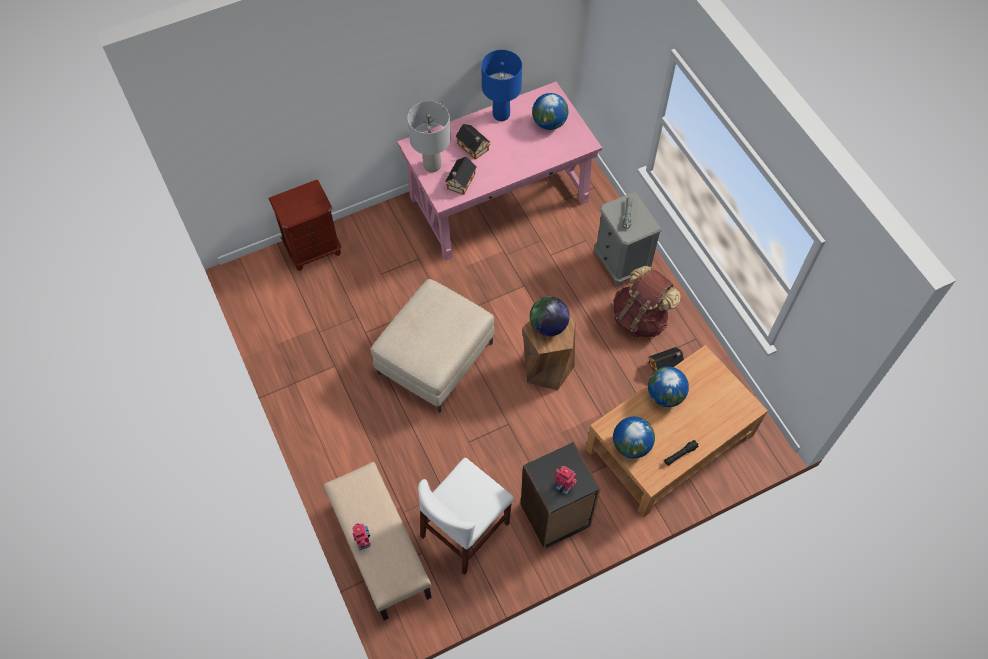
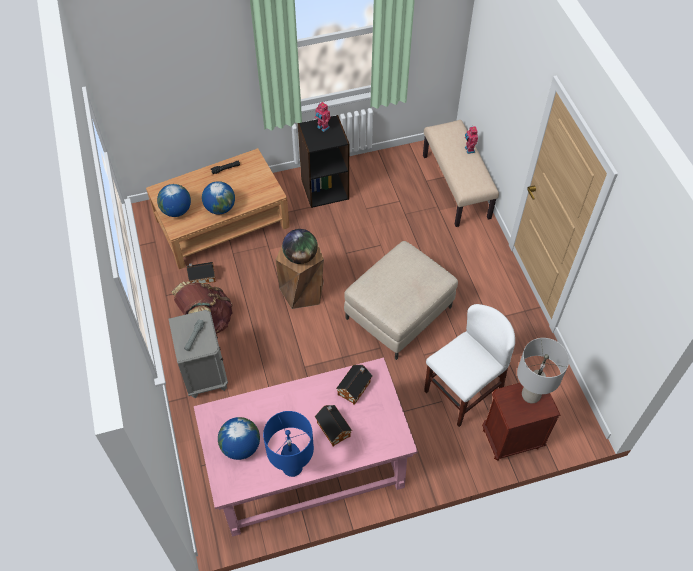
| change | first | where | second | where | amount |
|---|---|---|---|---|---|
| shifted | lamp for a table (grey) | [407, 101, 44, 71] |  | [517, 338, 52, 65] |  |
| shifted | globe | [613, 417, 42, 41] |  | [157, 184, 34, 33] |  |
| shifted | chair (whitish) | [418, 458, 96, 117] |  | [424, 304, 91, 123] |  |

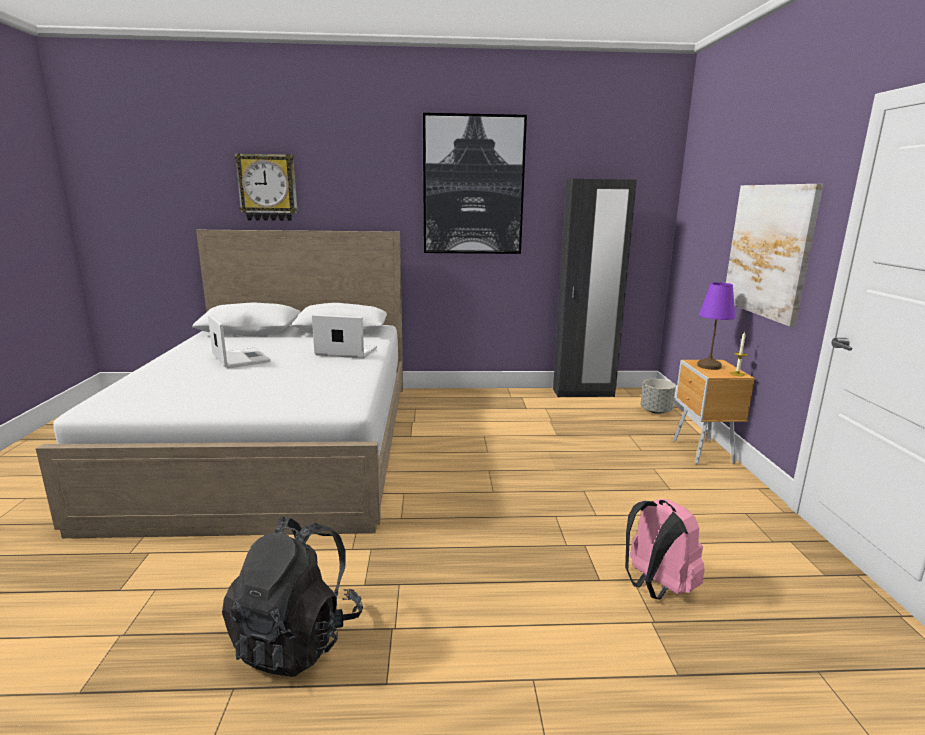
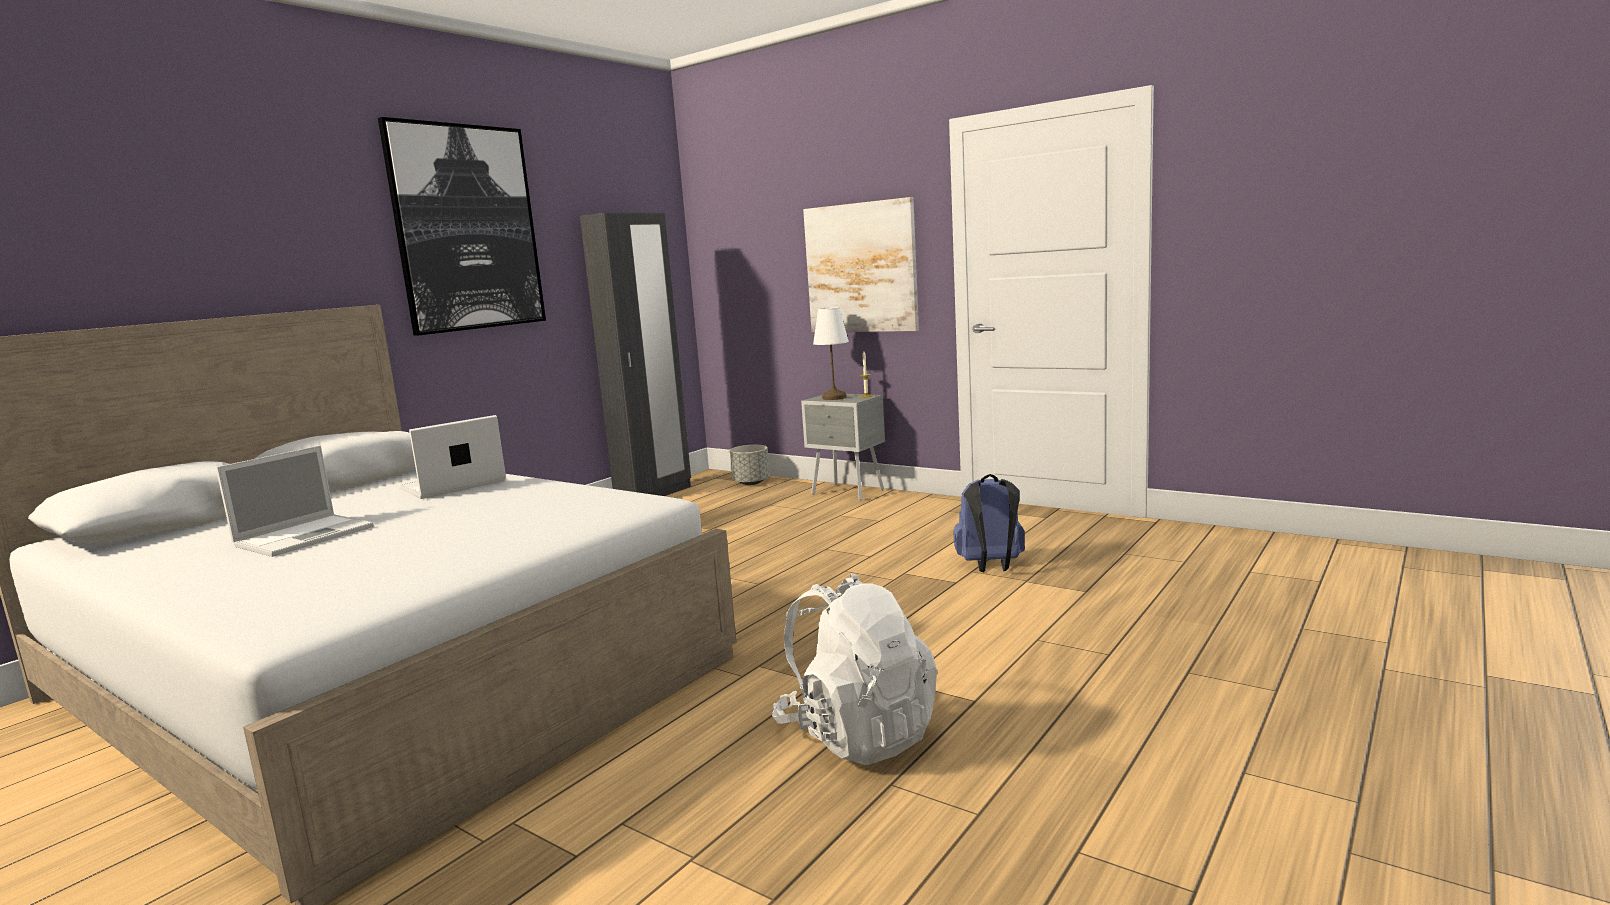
| change | first | where | second | where | amount |
|---|---|---|---|---|---|
| gone | hanging clock | [234, 153, 64, 68] |  |  |  |
| repainted | lamp for a table (purple) | [697, 282, 38, 88] | lamp for a table (whitish) | [813, 307, 36, 93] |  |
| rotated | notebook computer | [208, 314, 63, 54] |  | [216, 445, 158, 112] | 120 degrees clockwise |
| repainted | bedside table (brown) | [673, 360, 82, 104] | bedside table (grey) | [801, 394, 84, 107] |  |
| repainted | rucksack (pink-coloured) | [625, 499, 79, 100] | rucksack (blue-coloured) | [954, 474, 71, 98] |  |
| repainted | rucksack (blackish) | [222, 516, 141, 161] | rucksack (whitish) | [772, 573, 165, 192] |  |

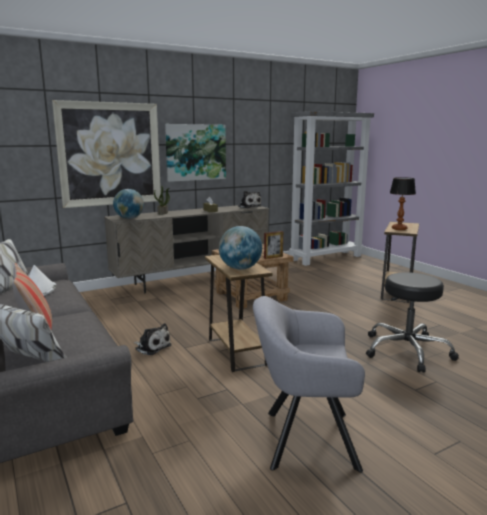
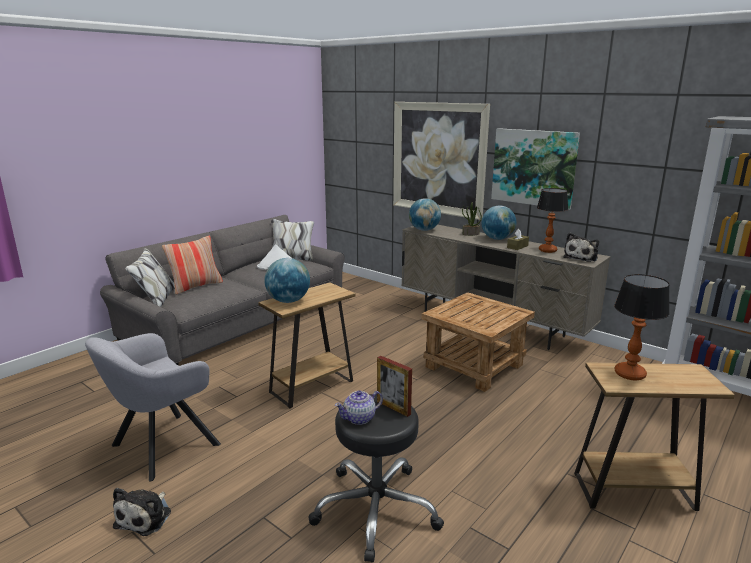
| change | first | where | second | where | amount |
|---|---|---|---|---|---|
| shifted | standing frame | [264, 231, 19, 28] |  | [377, 356, 35, 61] |  |
| rotated | easy chair (grey) | [253, 296, 112, 176] |  | [85, 333, 136, 149] | 120 degrees counterclockwise |
| shifted | soft toy | [134, 323, 38, 32] |  | [113, 487, 58, 49] |  |
| new |  |  | lamp for a table | [537, 188, 31, 65] |  |
| new |  |  | globe | [482, 205, 35, 35] |  |
| new |  |  | tea pot | [335, 390, 48, 35] |  |

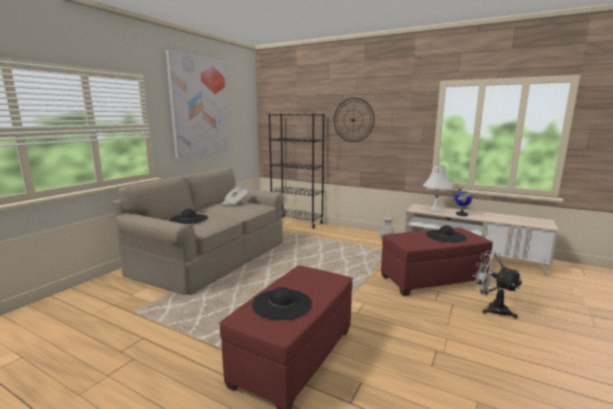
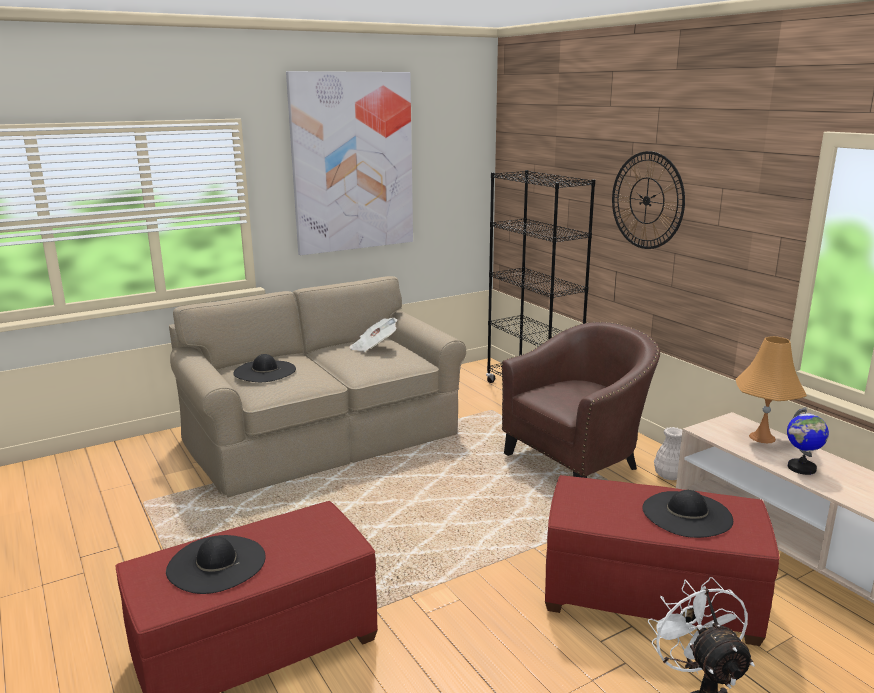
| change | first | where | second | where | amount |
|---|---|---|---|---|---|
| repainted | lamp for a table (whitish) | [423, 165, 30, 45] | lamp for a table (orange) | [736, 336, 71, 107] |  |
| new |  |  | easy chair (brown) | [502, 322, 158, 156] |  |

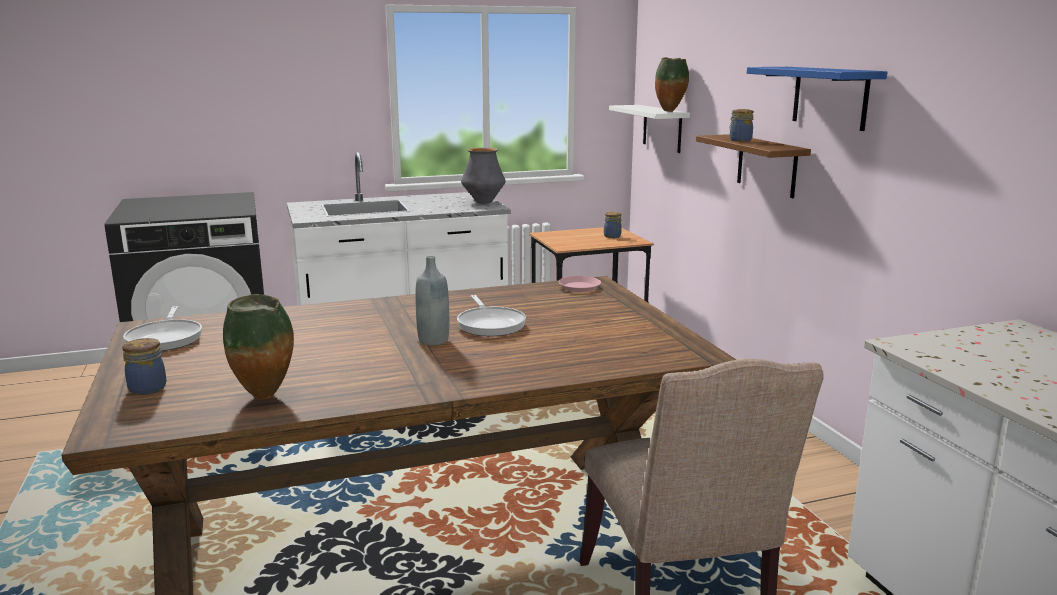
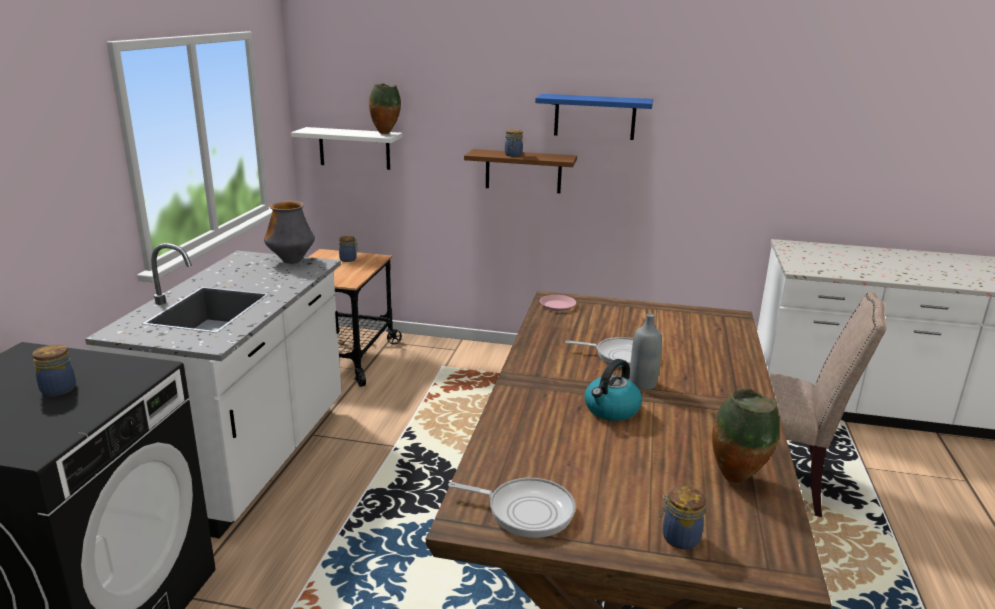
| change | first | where | second | where | amount |
|---|---|---|---|---|---|
| new |  |  | jar | [32, 344, 44, 52] |  |
| new |  |  | kettle | [585, 359, 57, 62] |  |

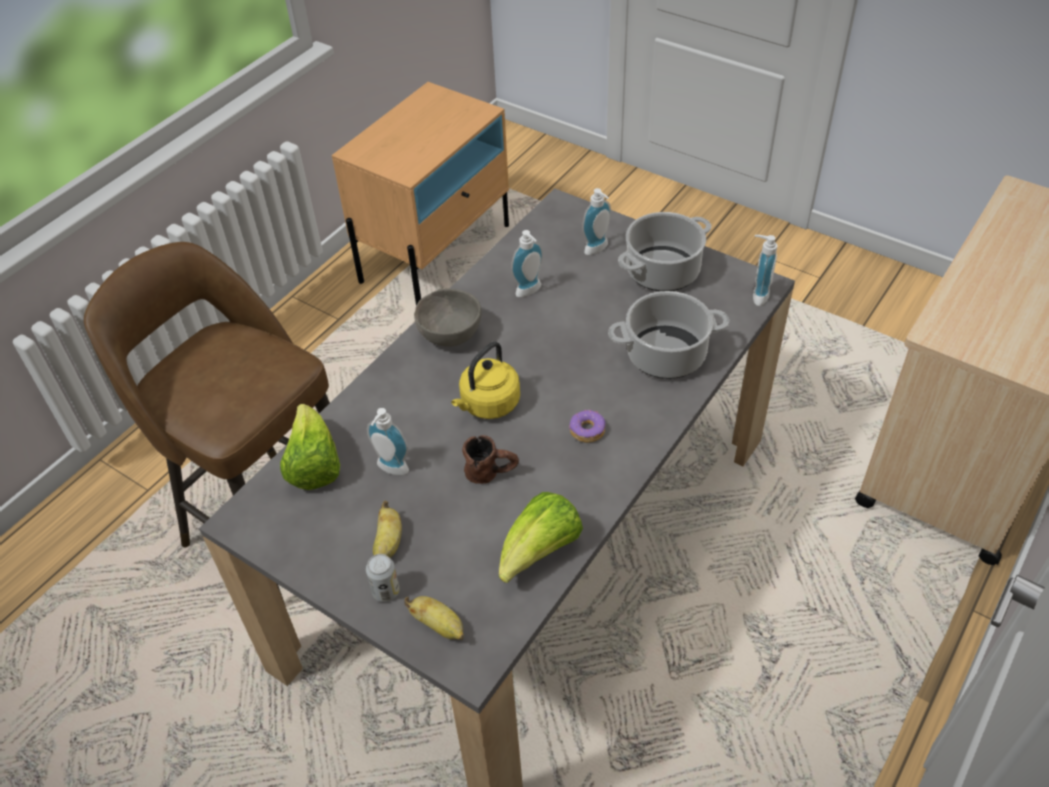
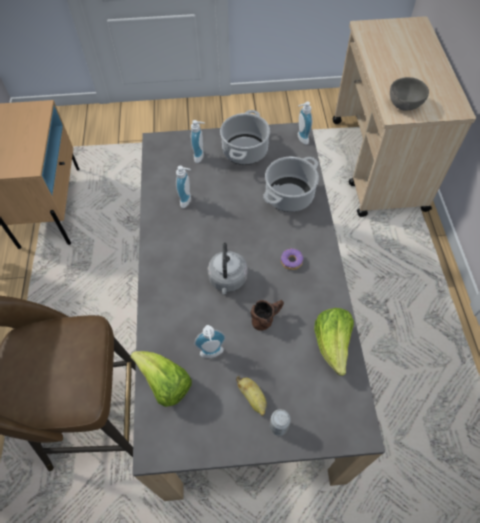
| change | first | where | second | where | amount |
|---|---|---|---|---|---|
| shifted | serving bowl (grey) | [414, 289, 68, 58] |  | [390, 77, 39, 34] |  |
| repainted | kettle (yellow) | [451, 342, 69, 77] | kettle (grey) | [207, 243, 41, 51] |  |
| gone | banana | [404, 596, 60, 44] |  |  |  |

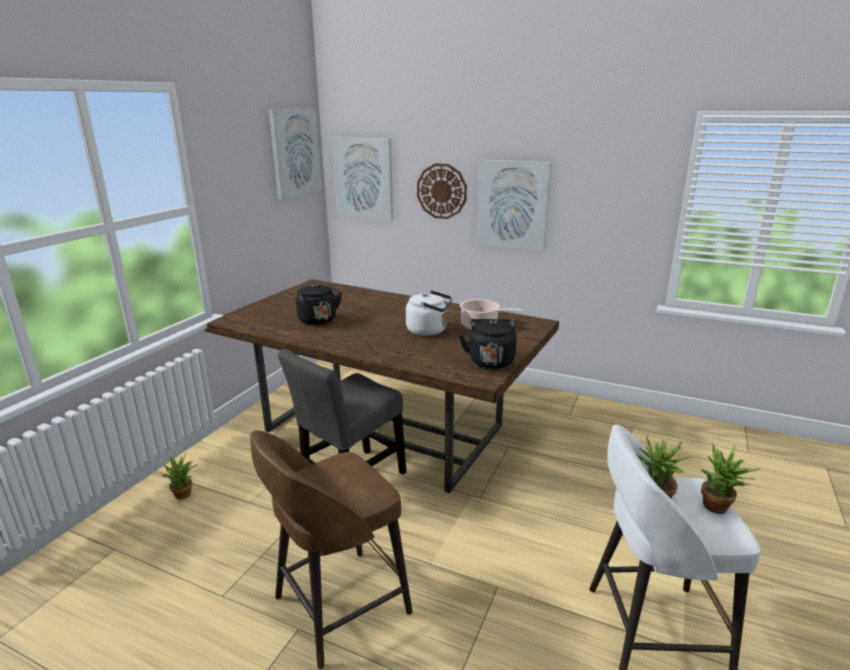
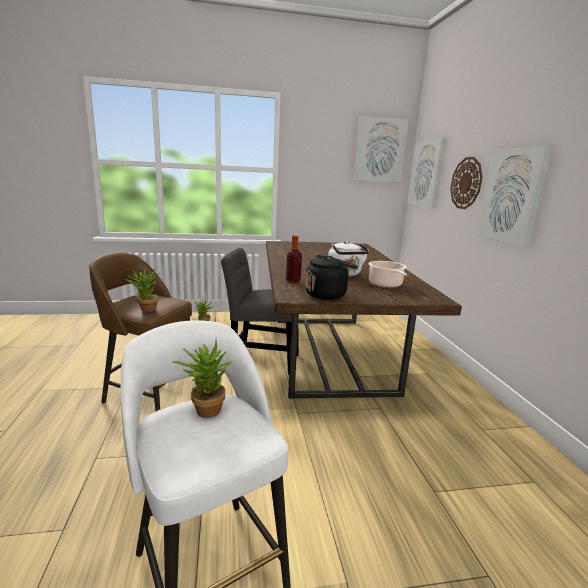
| change | first | where | second | where | amount |
|---|---|---|---|---|---|
| gone | kettle (blackish) | [296, 284, 46, 41] |  |  |  |
| shifted | potted plant | [701, 443, 60, 71] |  | [125, 268, 35, 44] |  |
| new |  |  | beverage bottle | [286, 236, 16, 47] |  |

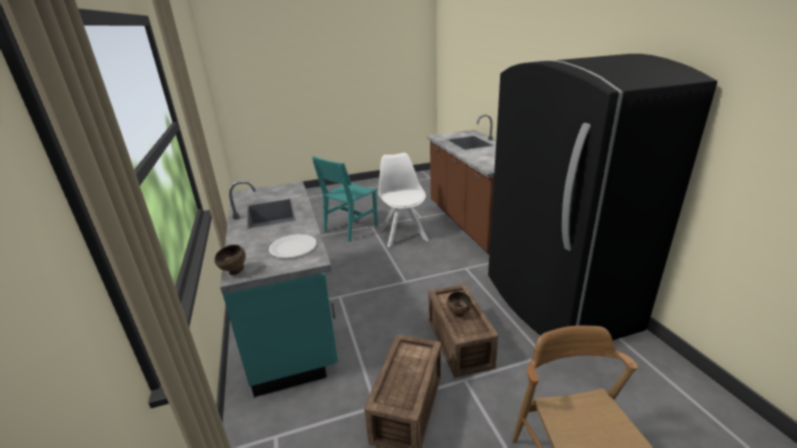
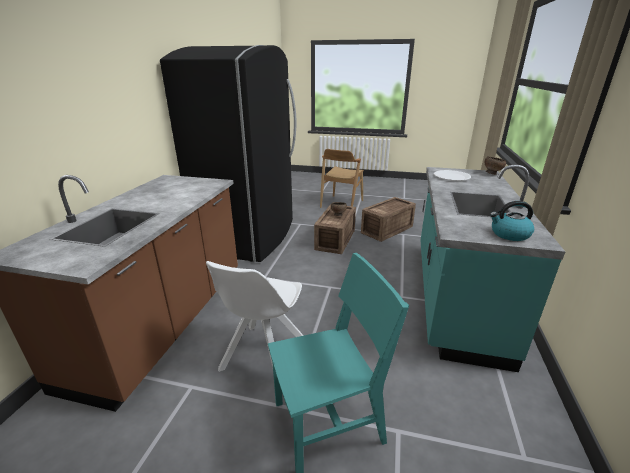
| change | first | where | second | where | amount |
|---|---|---|---|---|---|
| new |  |  | kettle | [490, 201, 44, 40] |  |

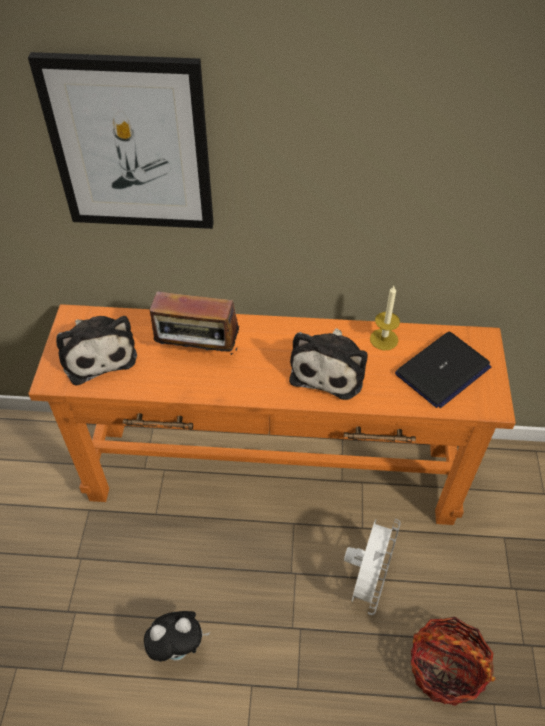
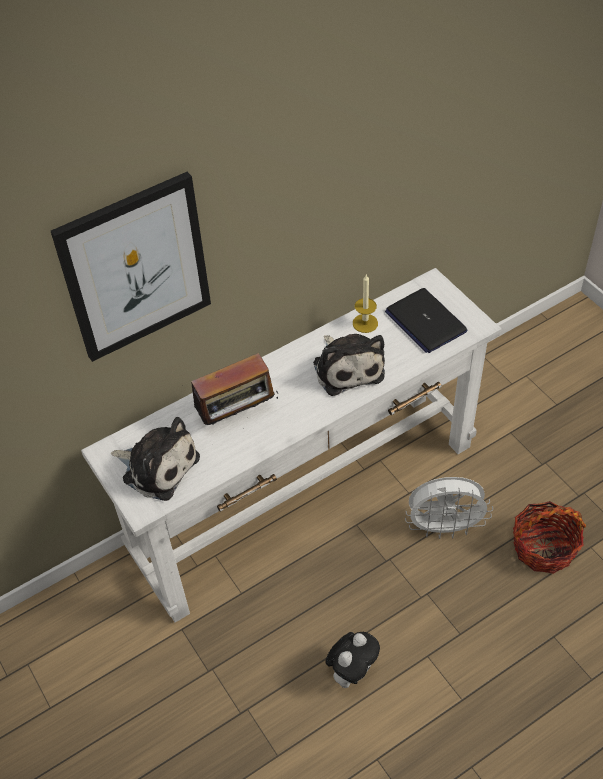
| change | first | where | second | where | amount |
|---|---|---|---|---|---|
| repainted | hall table (orange) | [28, 304, 488, 221] | hall table (whitish) | [81, 268, 420, 354] |  |
| rotated | notebook computer | [395, 332, 96, 76] |  | [385, 288, 83, 65] | 135 degrees clockwise |
| rotated | cooling fan (whitish) | [344, 519, 57, 96] |  | [405, 477, 88, 62] | 105 degrees clockwise |

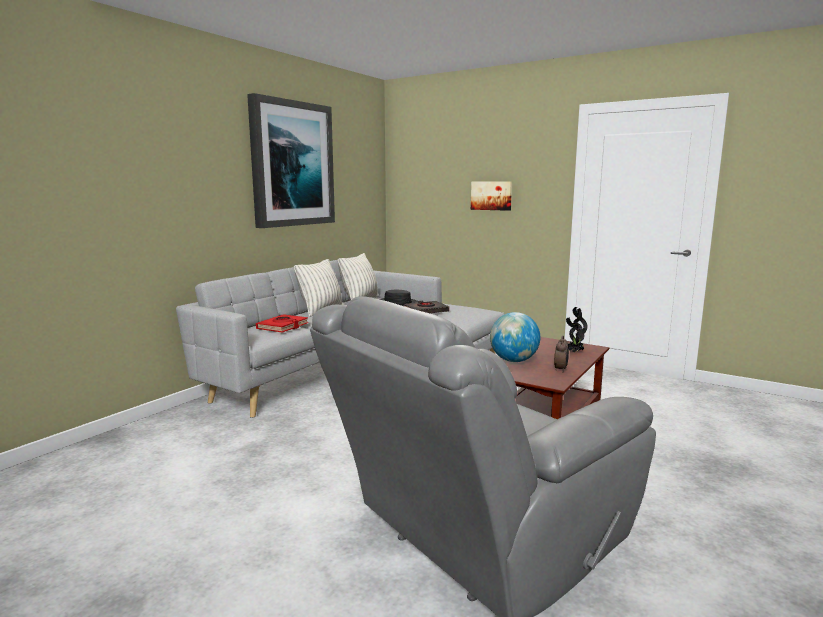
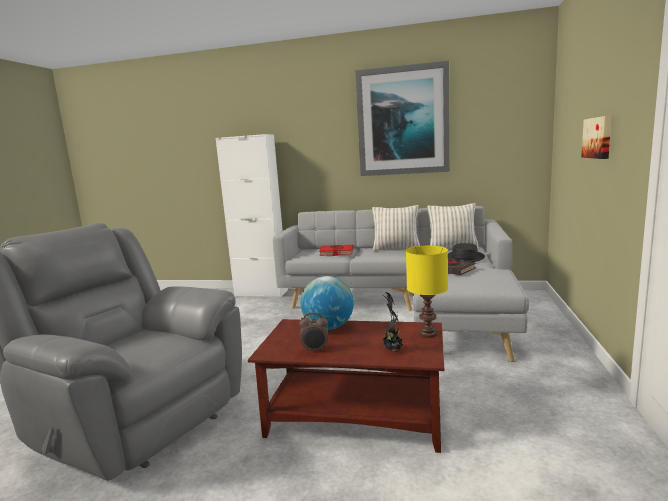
| change | first | where | second | where | amount |
|---|---|---|---|---|---|
| new |  |  | cupboard (whitish) | [216, 134, 72, 163] |  |
| new |  |  | lamp for a table (yellow) | [406, 246, 42, 92] |  |

